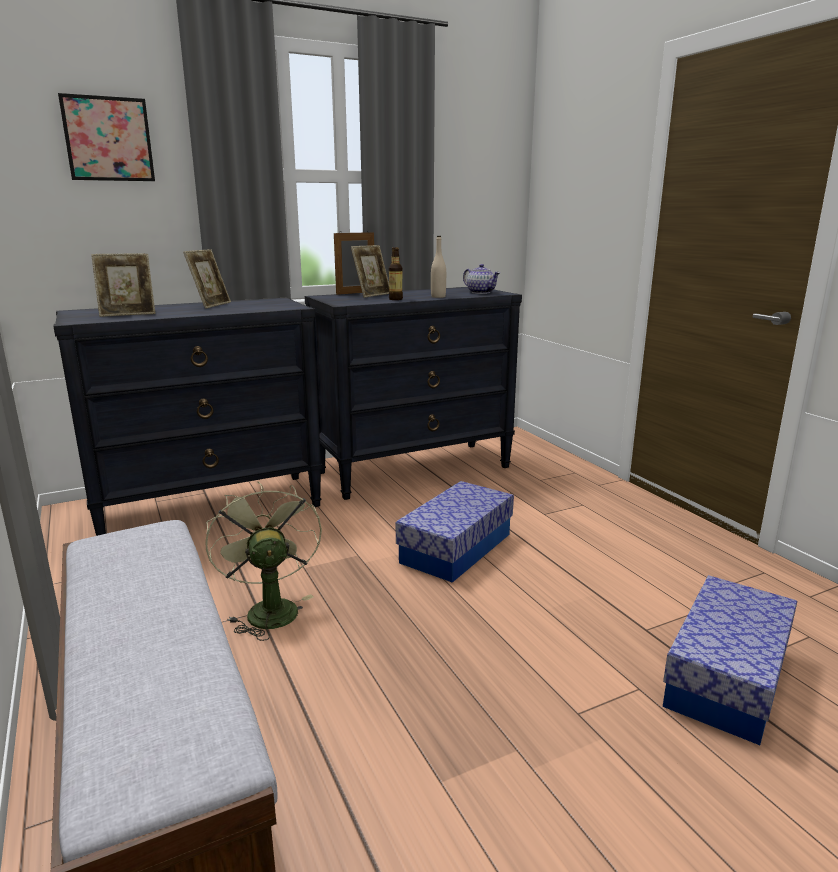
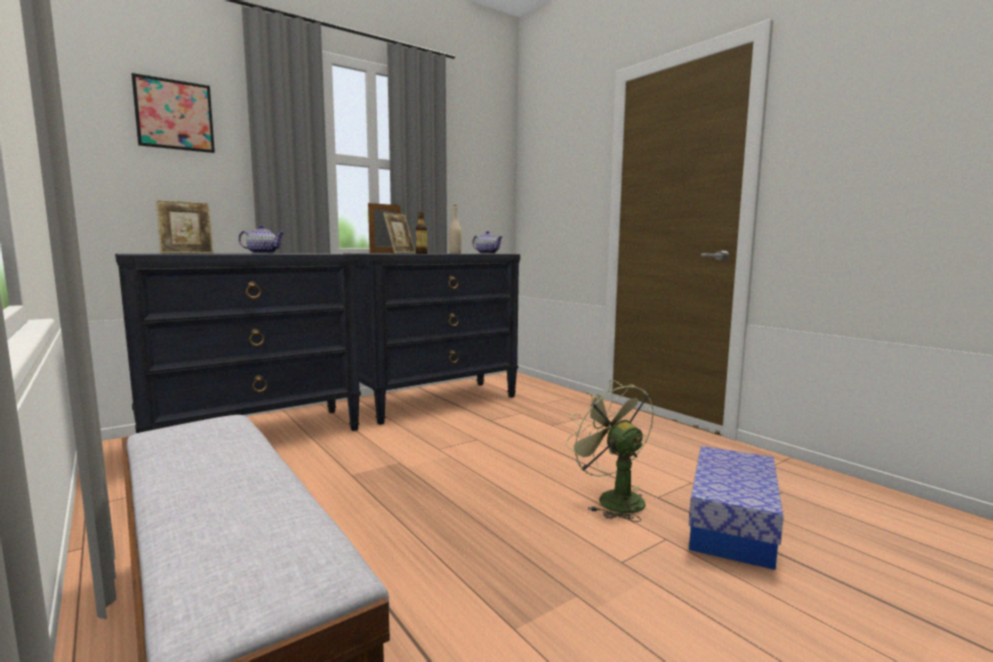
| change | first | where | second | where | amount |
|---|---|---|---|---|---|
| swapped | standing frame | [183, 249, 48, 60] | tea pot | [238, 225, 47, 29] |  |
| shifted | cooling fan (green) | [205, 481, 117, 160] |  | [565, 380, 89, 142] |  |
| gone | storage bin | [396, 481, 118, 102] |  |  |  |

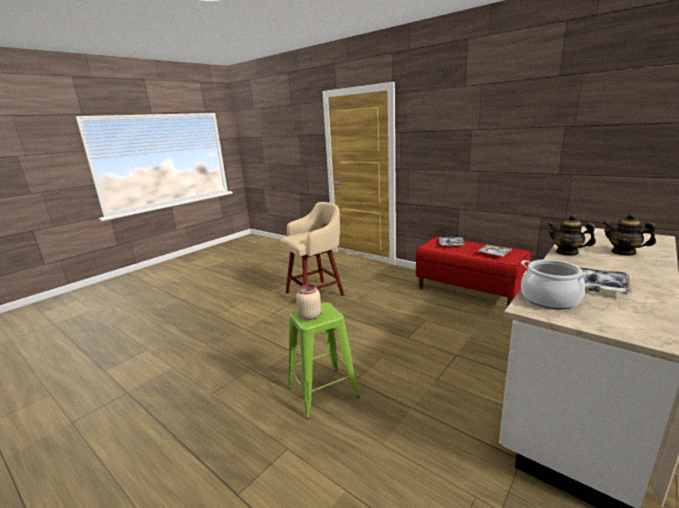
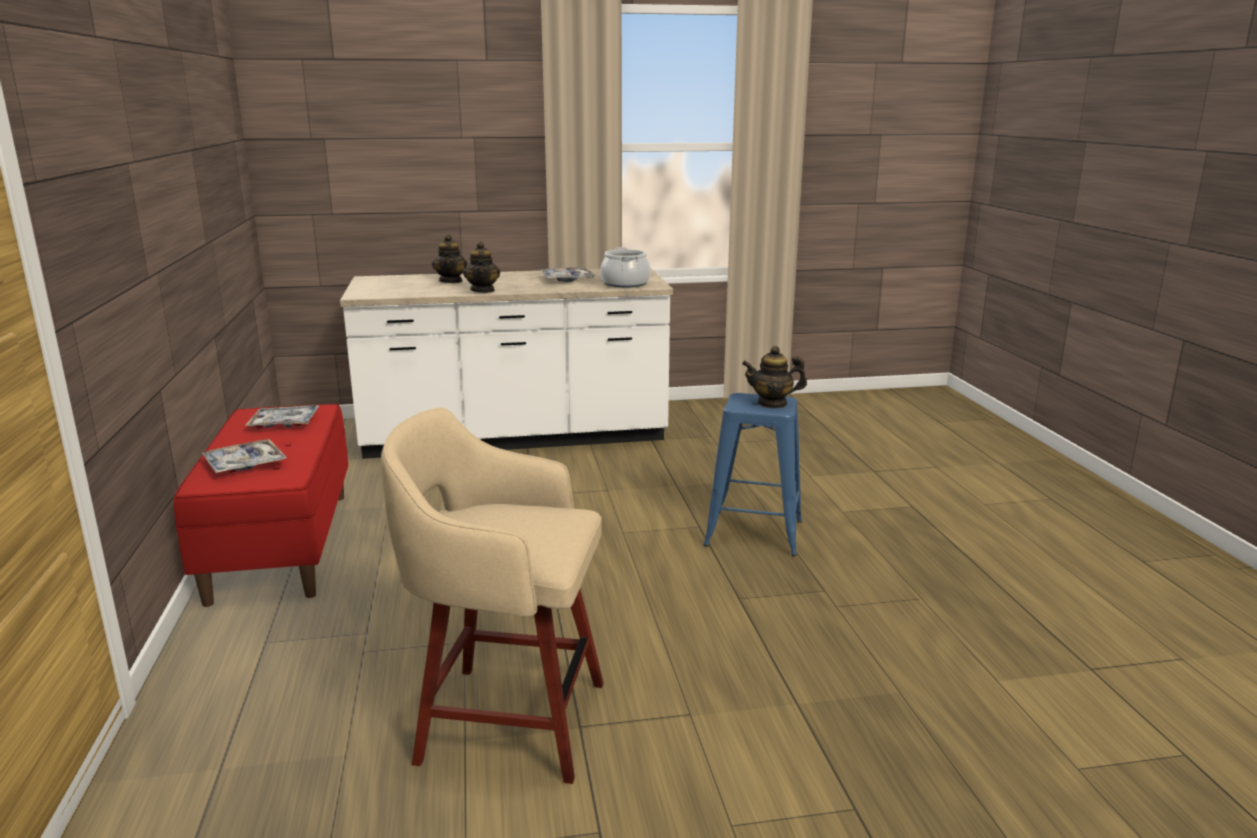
| change | first | where | second | where | amount |
|---|---|---|---|---|---|
| swapped | jar (beige) | [296, 284, 25, 36] | tea pot | [742, 346, 65, 62] |  |
| repainted | sitting stool (green) | [288, 303, 72, 116] | sitting stool (blue-coloured) | [704, 393, 98, 163] |  |

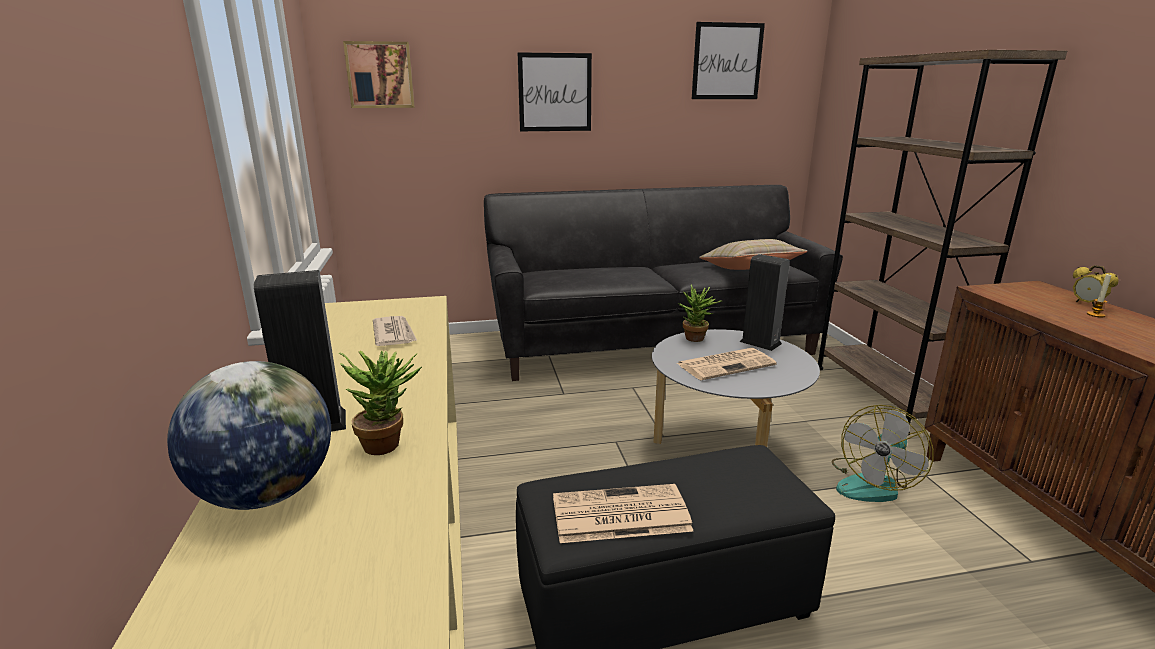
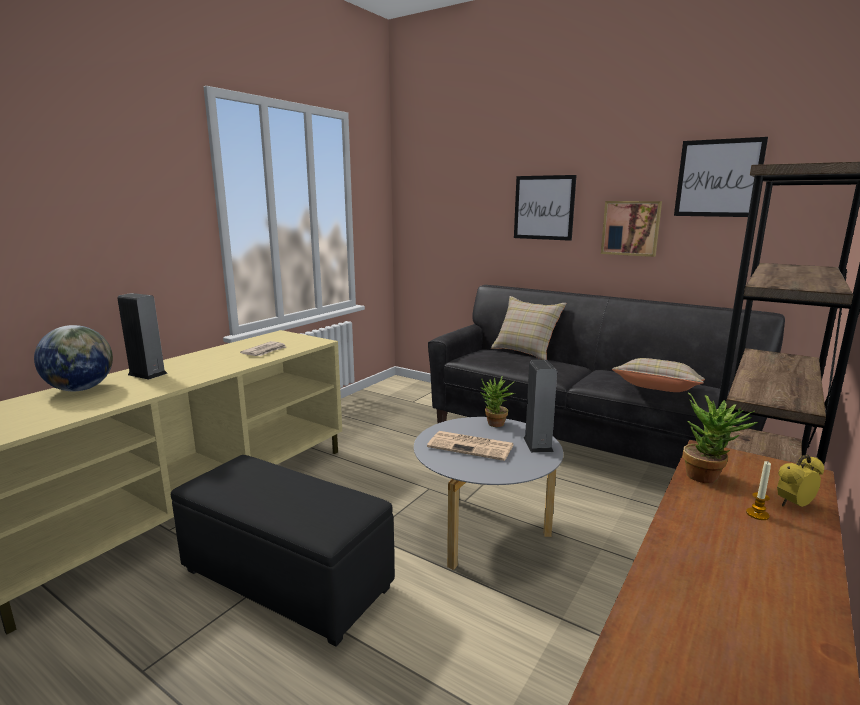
| change | first | where | second | where | amount |
|---|---|---|---|---|---|
| shifted | picture | [343, 41, 72, 67] |  | [601, 201, 61, 56] |  |
| rotated | table clock | [1073, 265, 46, 42] |  | [777, 454, 47, 53] | 45 degrees clockwise |
| shifted | potted plant | [339, 351, 83, 104] |  | [683, 393, 75, 90] |  |
| gone | cooling fan | [832, 405, 102, 97] |  |  |  |
| gone | printed paper | [553, 484, 140, 59] |  |  |  |
| new |  |  | cushion (beige) | [491, 296, 75, 64] |  |

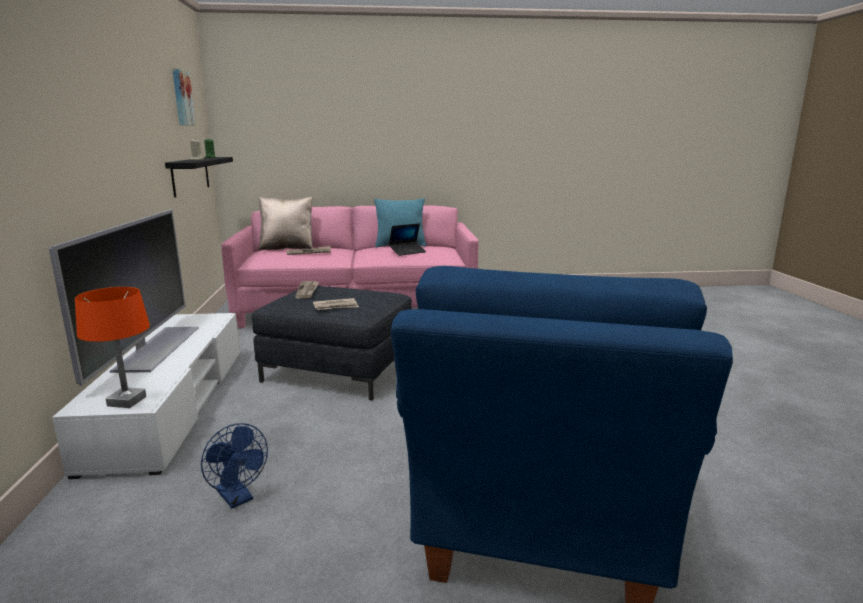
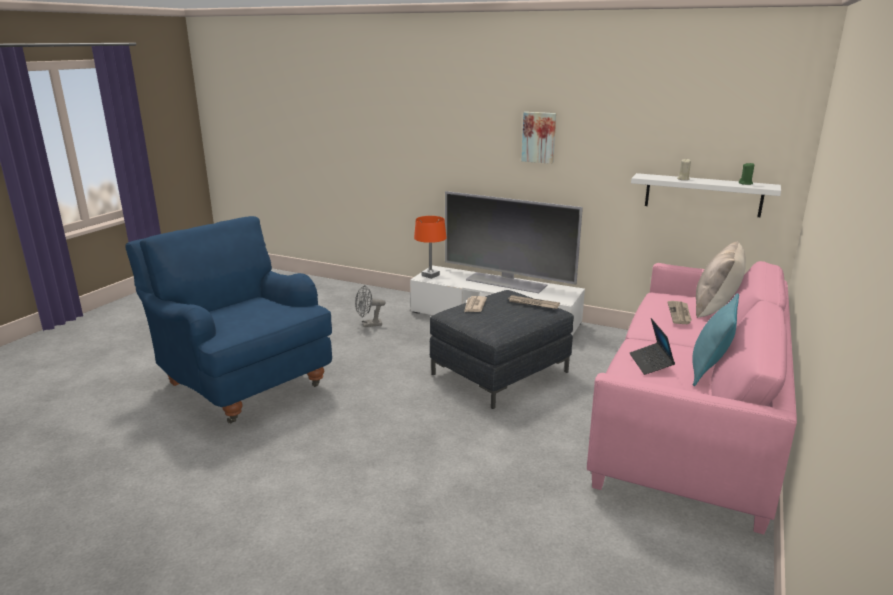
| change | first | where | second | where | amount |
|---|---|---|---|---|---|
| shifted | picture | [172, 68, 24, 58] |  | [521, 112, 35, 52] |  |
| repainted | wall shelf (blackish) | [165, 157, 68, 40] | wall shelf (whitish) | [631, 173, 150, 44] |  |
| repainted | cooling fan (blue-coloured) | [201, 423, 67, 85] | cooling fan (grey) | [355, 285, 30, 42] |  |

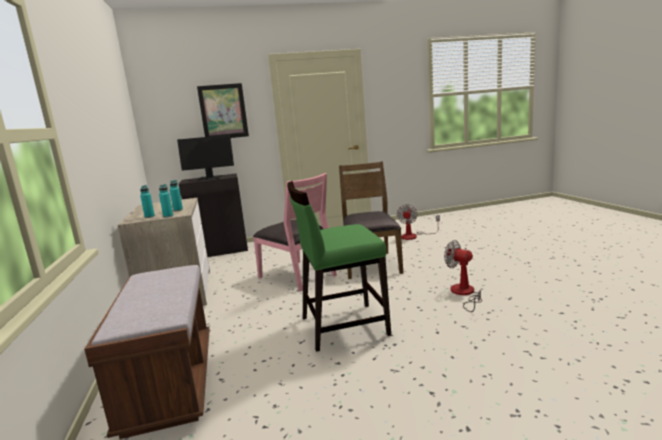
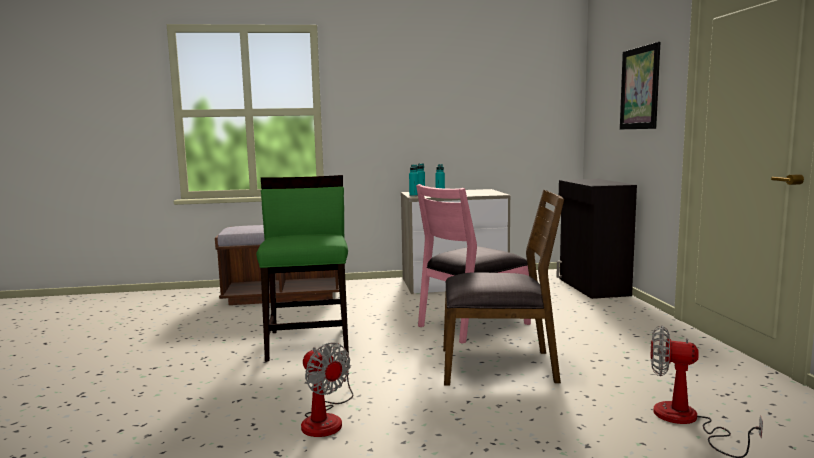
| change | first | where | second | where | amount |
|---|---|---|---|---|---|
| gone | computer screen | [177, 135, 57, 46] |  |  |  |
| rotated | cooling fan | [444, 240, 38, 72] |  | [301, 343, 52, 94] | 90 degrees clockwise |

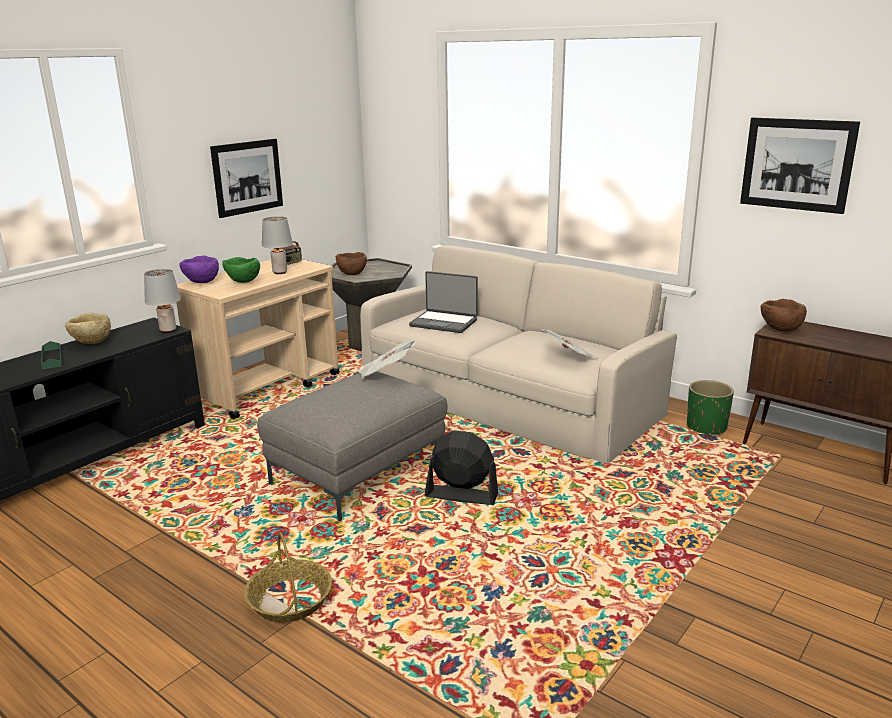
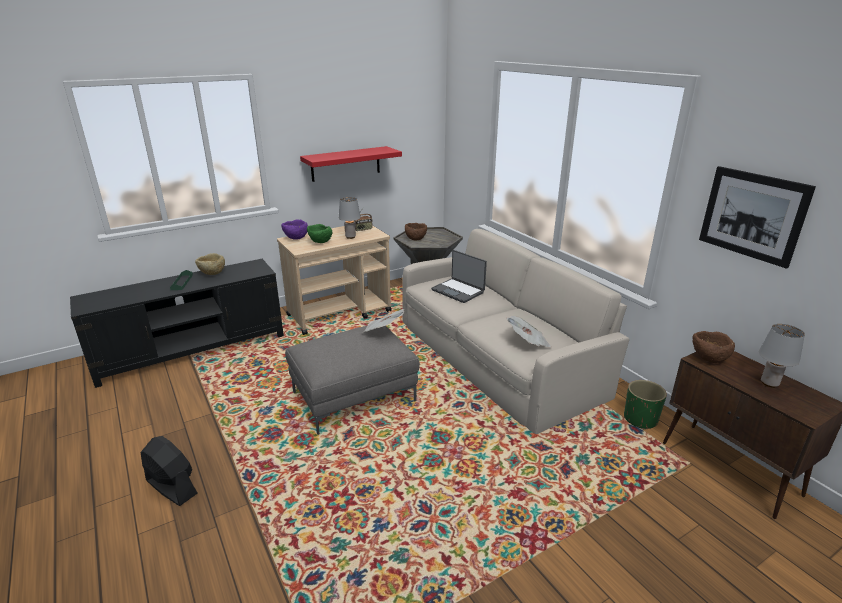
| change | first | where | second | where | amount |
|---|---|---|---|---|---|
| swapped | picture | [210, 139, 73, 79] | wall shelf (red) | [300, 146, 102, 36] |  |
| shifted | lamp for a table (grey) | [144, 269, 37, 64] |  | [759, 324, 46, 64] |  |
| shifted | cooling fan (blackish) | [424, 430, 74, 75] |  | [141, 436, 56, 70] |  |
| gone | storage basket | [244, 532, 88, 90] |  |  |  |

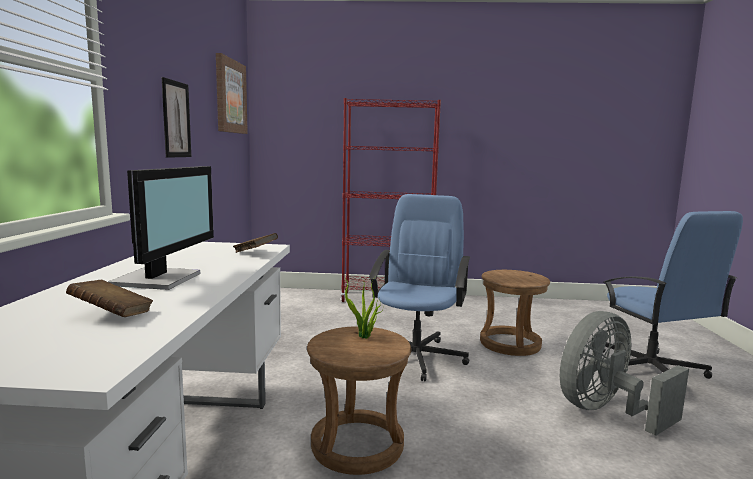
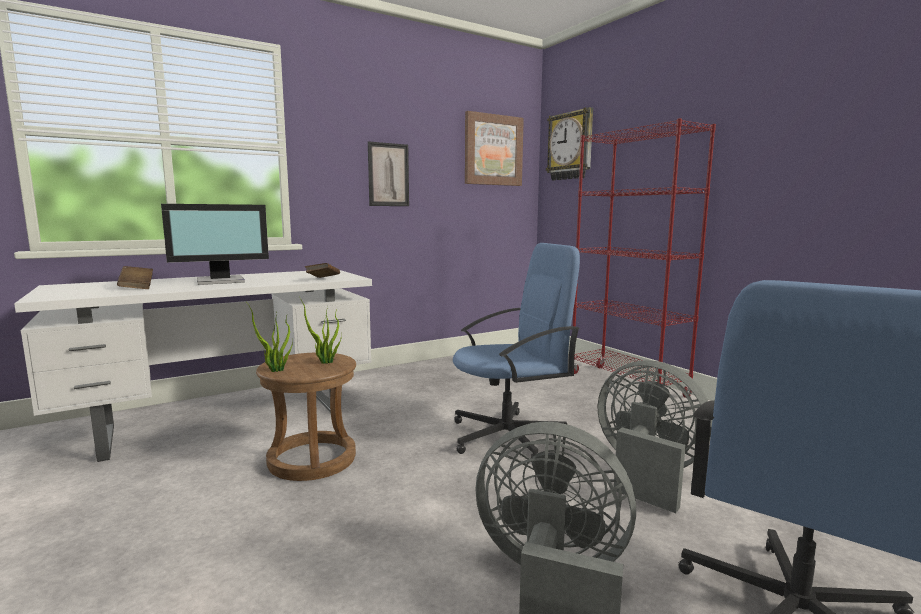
| change | first | where | second | where | amount |
|---|---|---|---|---|---|
| swapped | sitting stool (brown) | [480, 270, 70, 86] | cooling fan (grey) | [598, 360, 114, 153] |  |
| new |  |  | hanging clock | [546, 107, 47, 73] |  |
| new |  |  | potted plant | [247, 303, 46, 69] |  |

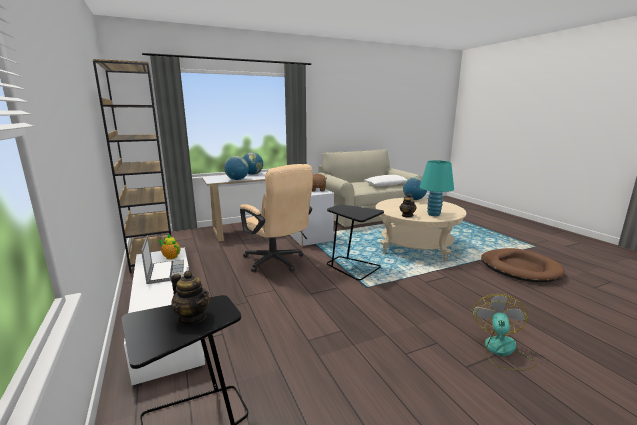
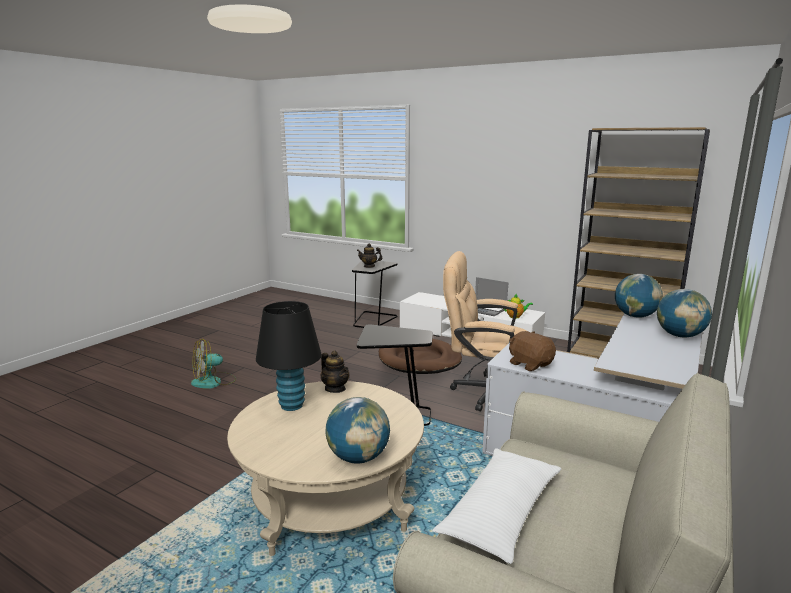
| change | first | where | second | where | amount |
|---|---|---|---|---|---|
| repainted | lamp for a table (turquoise-coloured) | [420, 160, 34, 56] | lamp for a table (blackish) | [256, 301, 66, 110] |  |
| shifted | dog cushion (brown) | [481, 248, 84, 34] |  | [379, 339, 83, 35] |  |
| rotated | cooling fan | [472, 294, 65, 77] |  | [191, 339, 45, 50] | 75 degrees clockwise |

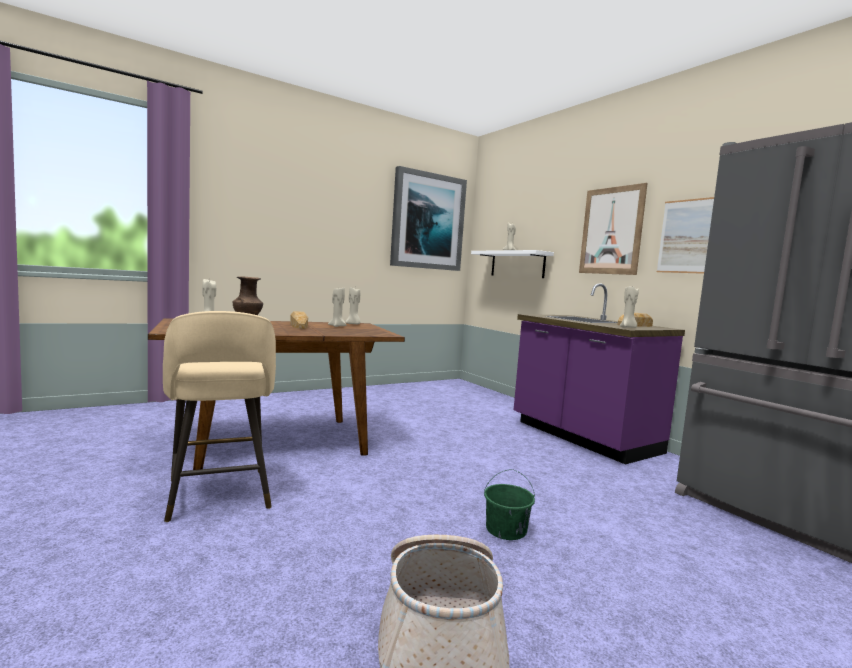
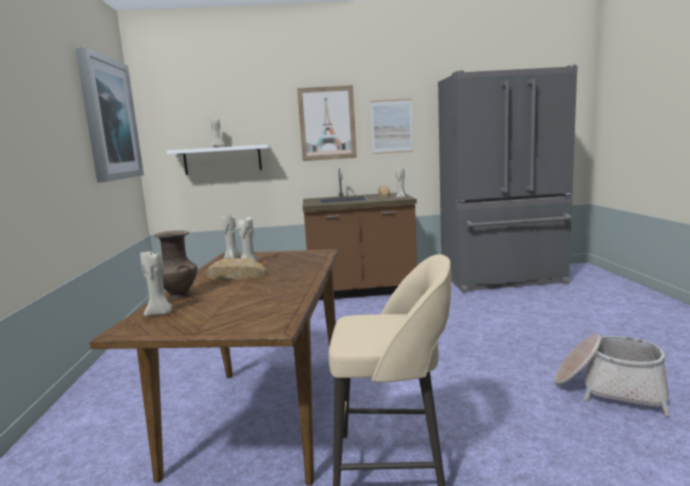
| change | first | where | second | where | amount |
|---|---|---|---|---|---|
| repainted | kitchen base unit (purple) | [514, 284, 171, 180] | kitchen base unit (brown) | [303, 168, 114, 132] |  |
| gone | pail (green) | [484, 469, 51, 71] |  |  |  |

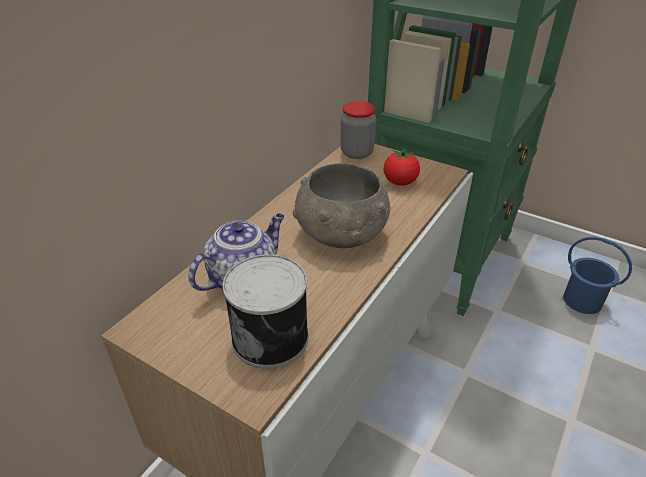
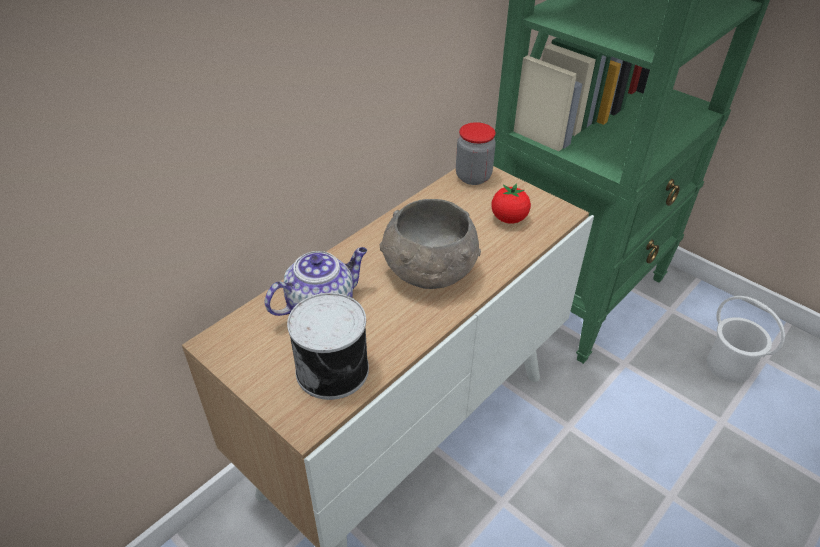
| change | first | where | second | where | amount |
|---|---|---|---|---|---|
| repainted | pail (blue-coloured) | [563, 237, 69, 77] | pail (whitish) | [707, 296, 78, 87] |  |

